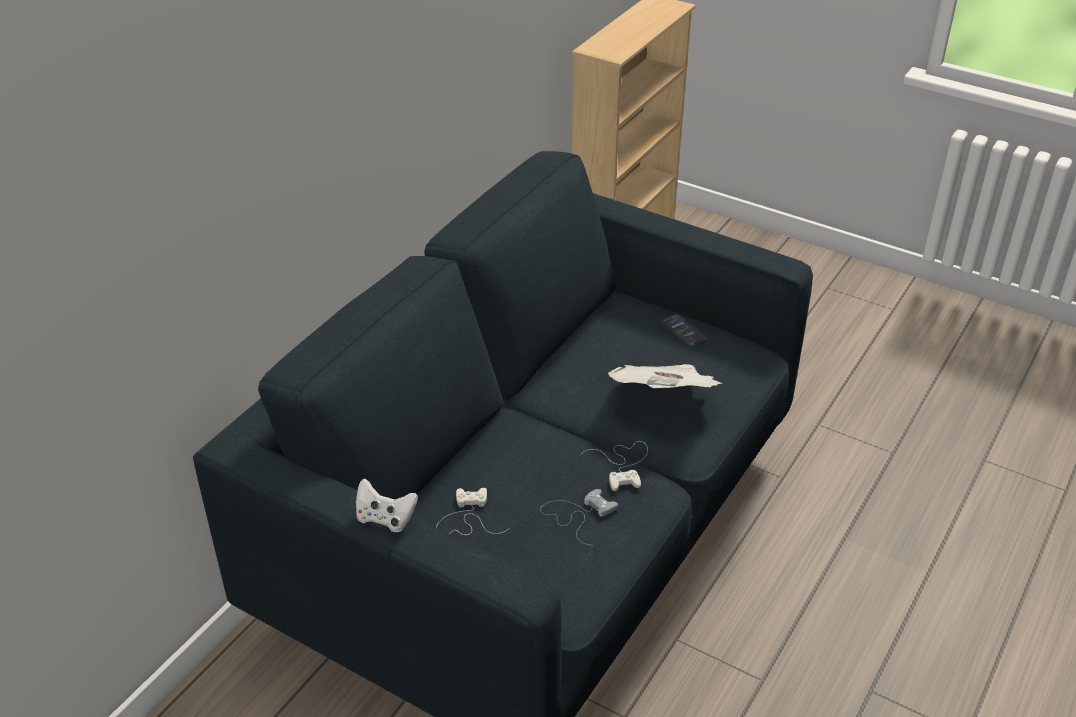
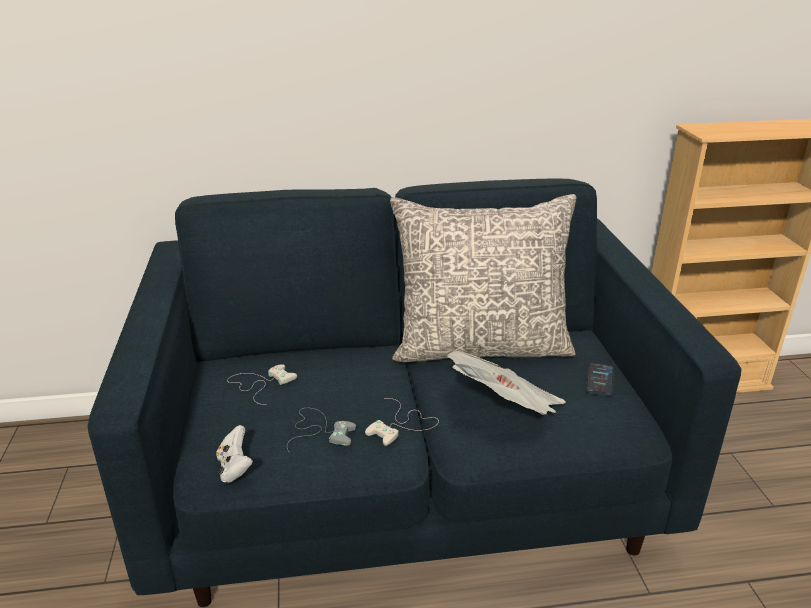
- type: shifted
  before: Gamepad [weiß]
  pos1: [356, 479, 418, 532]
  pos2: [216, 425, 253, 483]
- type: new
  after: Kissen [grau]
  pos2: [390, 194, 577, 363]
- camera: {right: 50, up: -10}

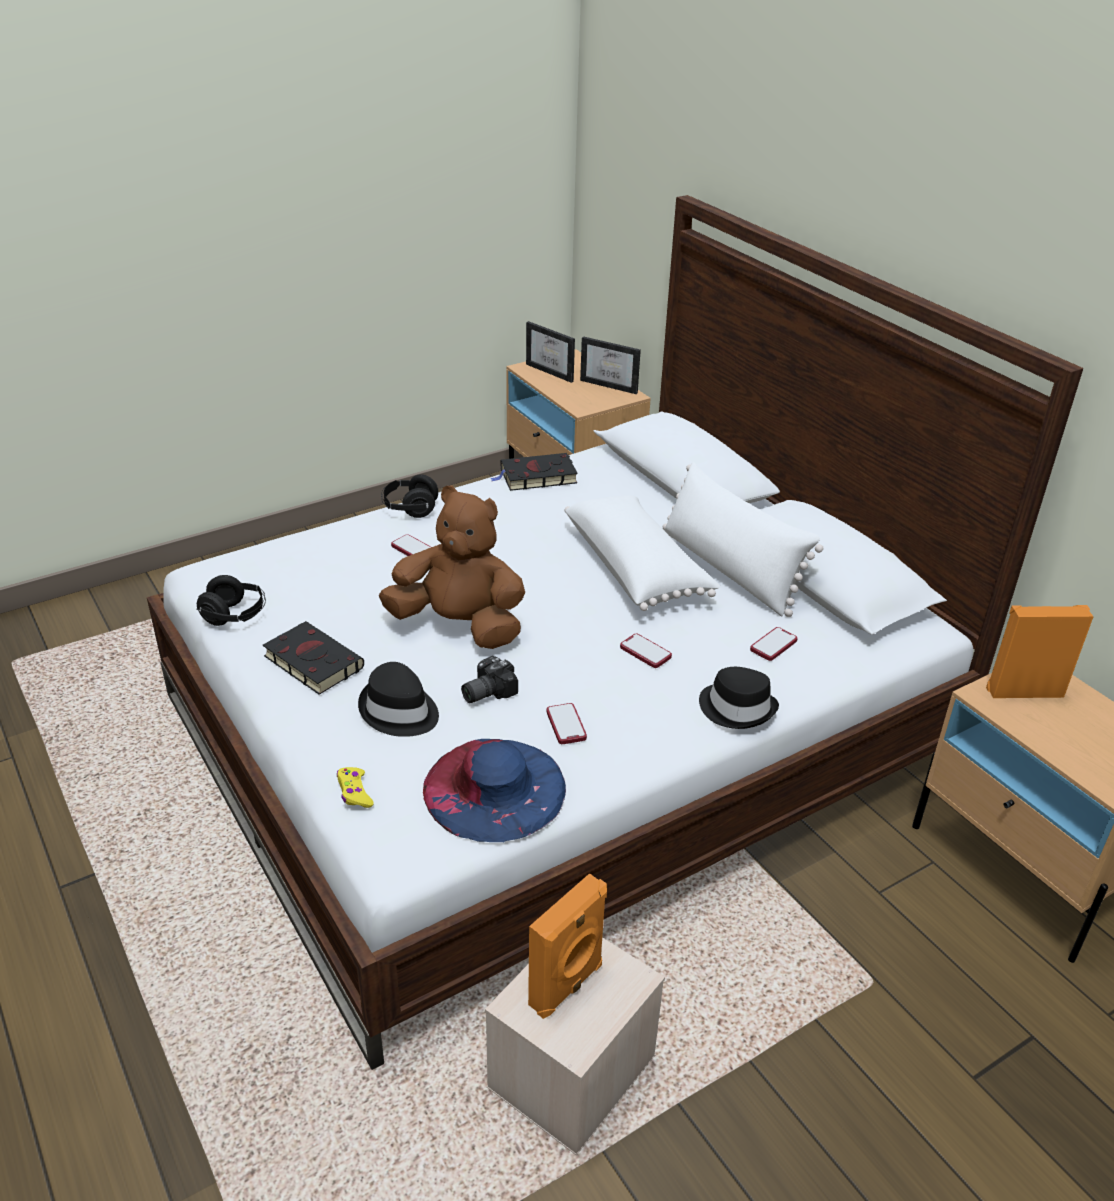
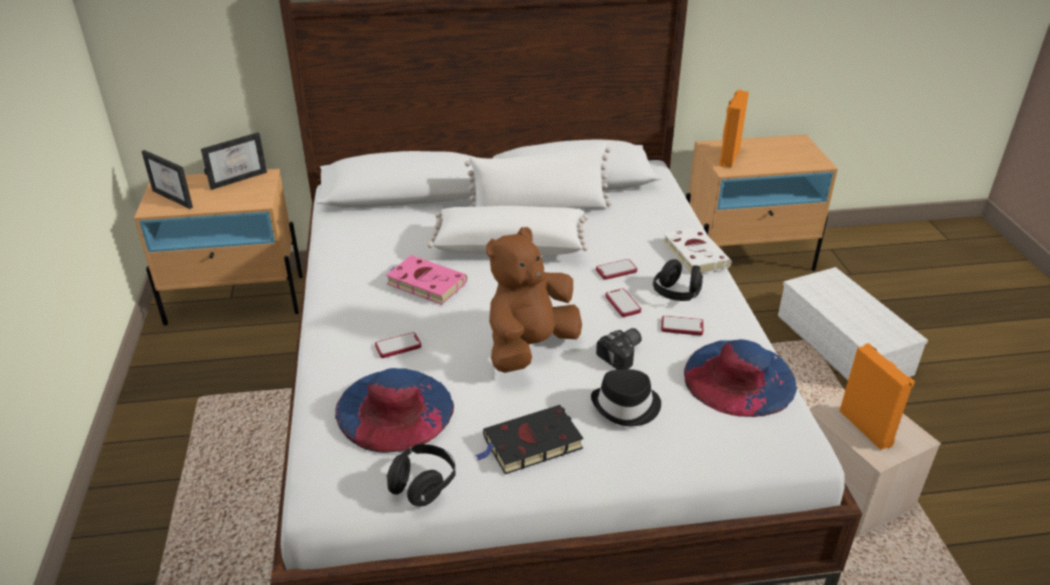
- type: rotated
  before: Bilderrahmen
  pos1: [526, 321, 575, 383]
  pos2: [141, 150, 193, 209]
  turn: 60
- type: gone
  before: Buch [schwarz]
  pos1: [490, 453, 578, 491]
- type: shifted
  before: Kopfhörer [schwarz]
  pos1: [381, 475, 438, 518]
  pos2: [653, 259, 703, 301]
- type: shifted
  before: Handy
  pos1: [750, 627, 798, 661]
  pos2: [605, 289, 641, 317]
- type: rotated
  before: Kamera
  pos1: [461, 656, 518, 703]
  pos2: [596, 328, 642, 370]
  turn: -120
- type: swapped
  before: Hut [schwarz]
  after: Buch [weiß]
  pos1: [699, 667, 779, 729]
  pos2: [663, 226, 732, 274]
- type: gone
  before: Gamepad [gelb]
  pos1: [337, 767, 374, 808]
- type: new
  after: Buch [rosa]
  pos2: [386, 255, 467, 305]
- type: new
  after: Aufbewahrungsbox [weiß]
  pos2: [778, 267, 928, 380]
- type: new
  after: Hut [blau]
  pos2: [335, 368, 454, 453]
- camera: {right: -65, up: 0}

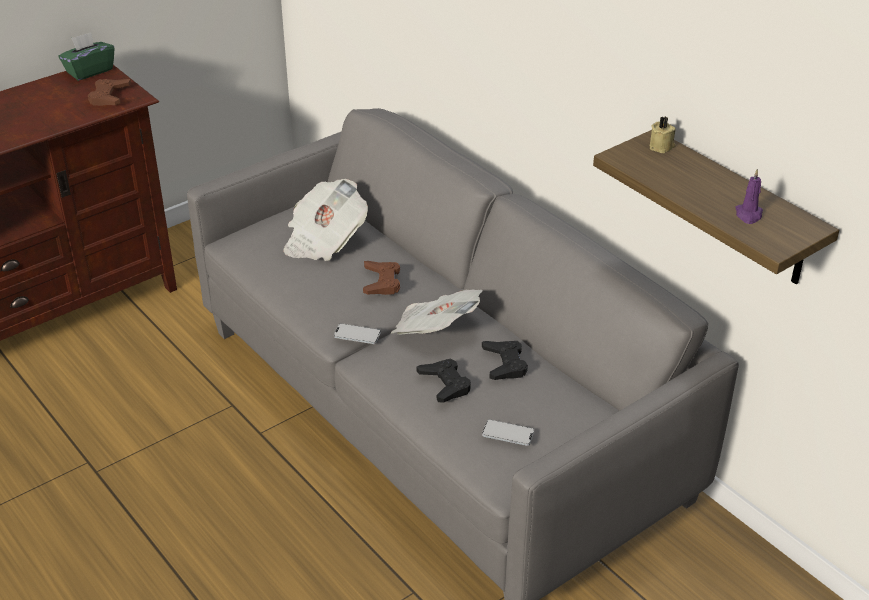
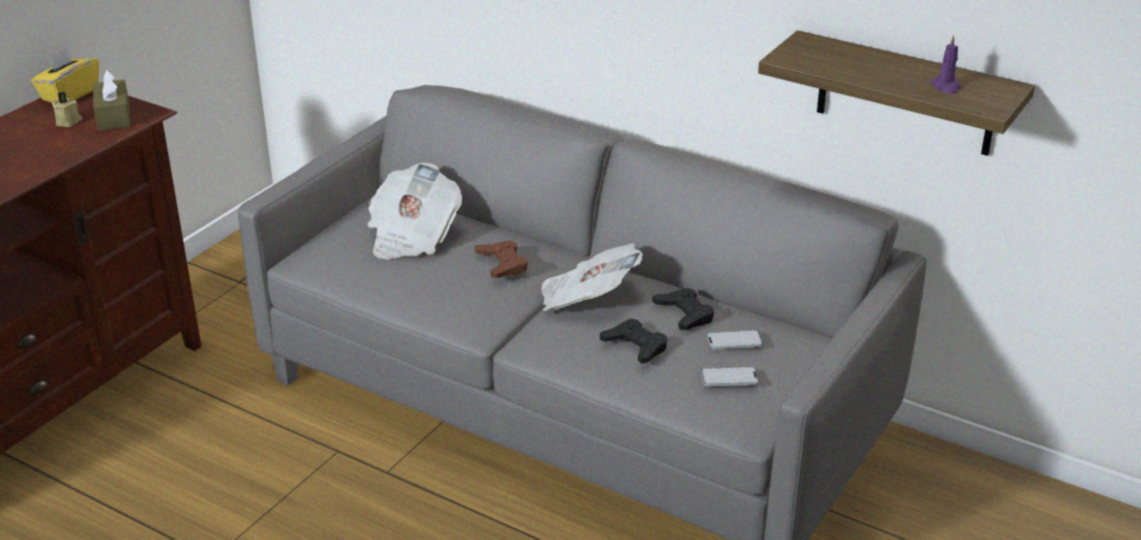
- type: repainted
  before: Taschentuchbox [grün]
  after: Taschentuchbox [gelb]
  pos1: [58, 32, 115, 81]
  pos2: [31, 46, 99, 103]
- type: swapped
  before: Gamepad [braun]
  after: Taschentuchbox [braun]
  pos1: [88, 79, 131, 106]
  pos2: [93, 70, 131, 131]
- type: shifted
  before: Kerze [beige]
  pos1: [650, 116, 676, 153]
  pos2: [52, 91, 82, 127]
- type: shifted
  before: Handy
  pos1: [334, 323, 381, 344]
  pos2: [707, 330, 763, 350]
- camera: {right: -20, up: -5}

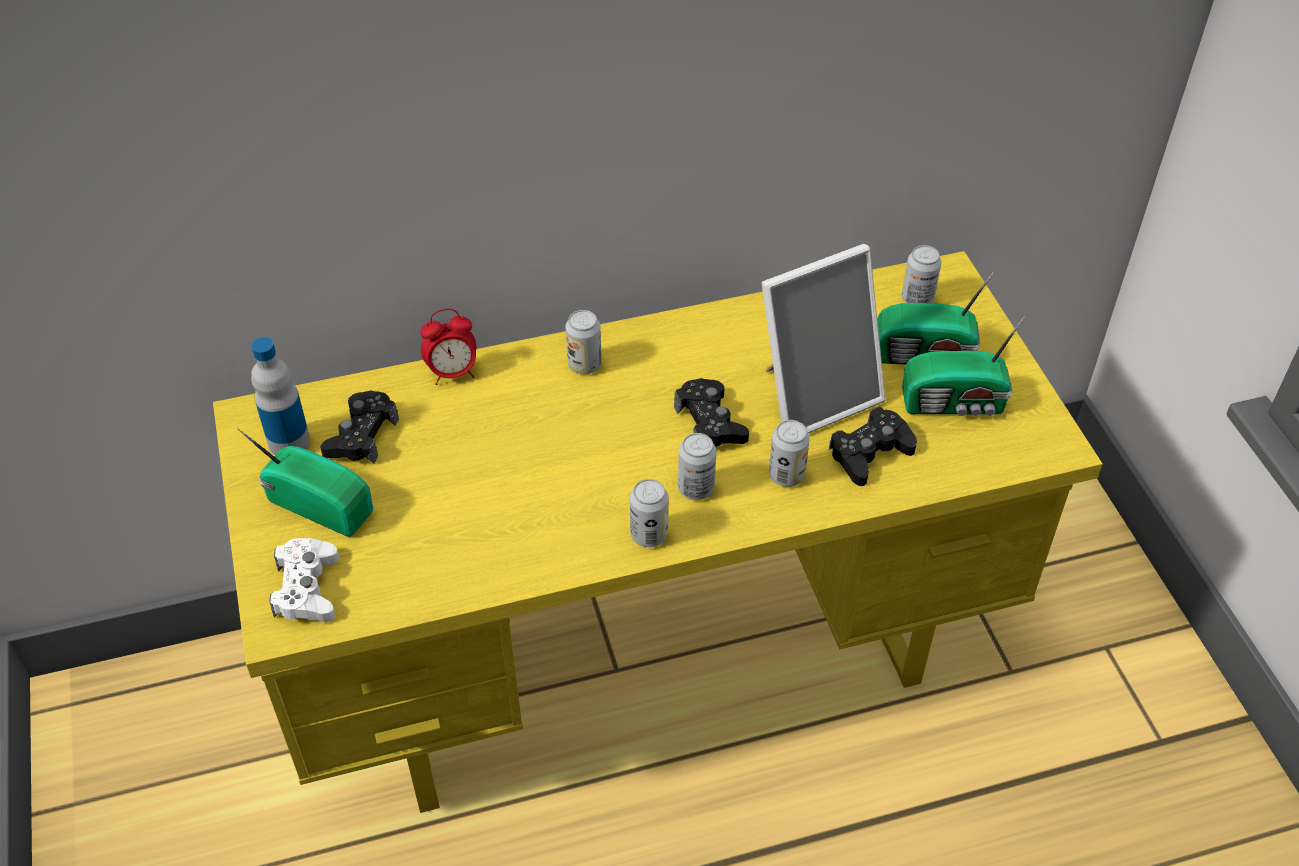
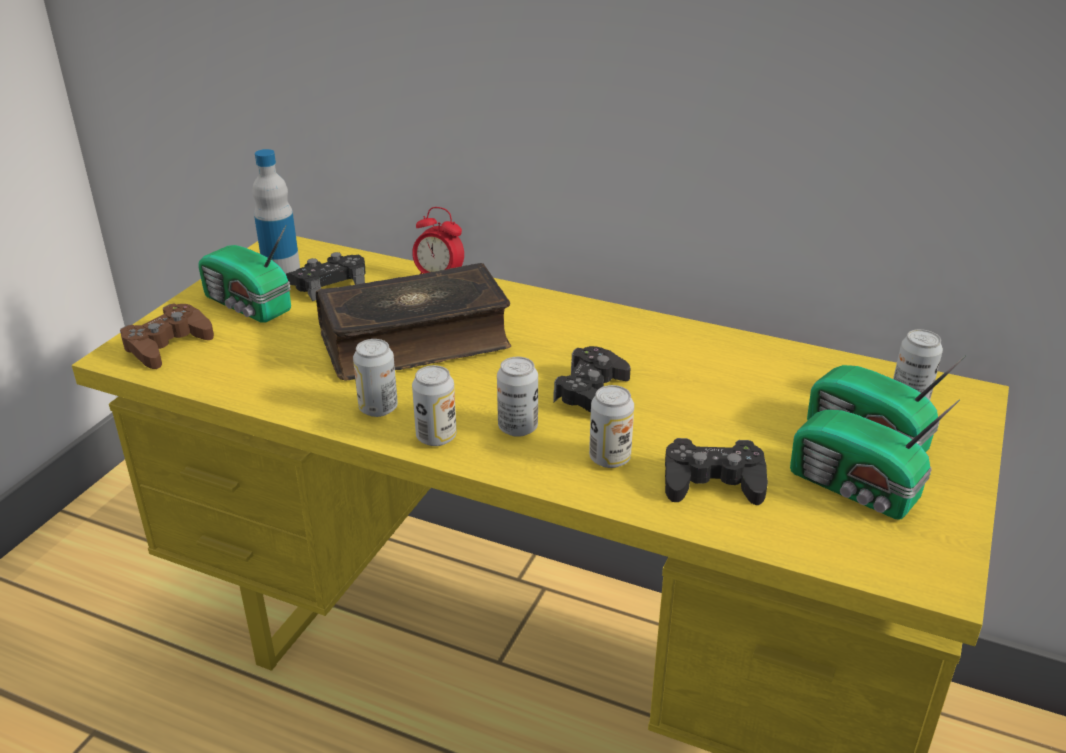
- type: gone
  before: Bilderrahmen
  pos1: [762, 244, 885, 433]
- type: shifted
  before: Dose
  pos1: [566, 310, 602, 374]
  pos2: [353, 339, 398, 417]
- type: rotated
  before: Radio
  pos1: [238, 429, 373, 537]
  pos2: [198, 225, 291, 323]
  turn: 150
- type: repainted
  before: Gamepad [weiß]
  after: Gamepad [braun]
  pos1: [269, 538, 339, 622]
  pos2: [120, 303, 214, 369]
- type: new
  after: Buch
  pos2: [316, 263, 511, 380]
- camera: {right: 40, up: -15}

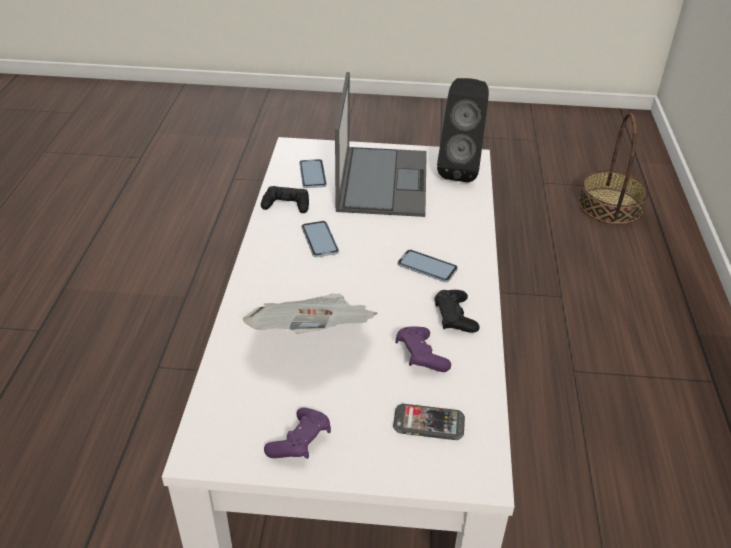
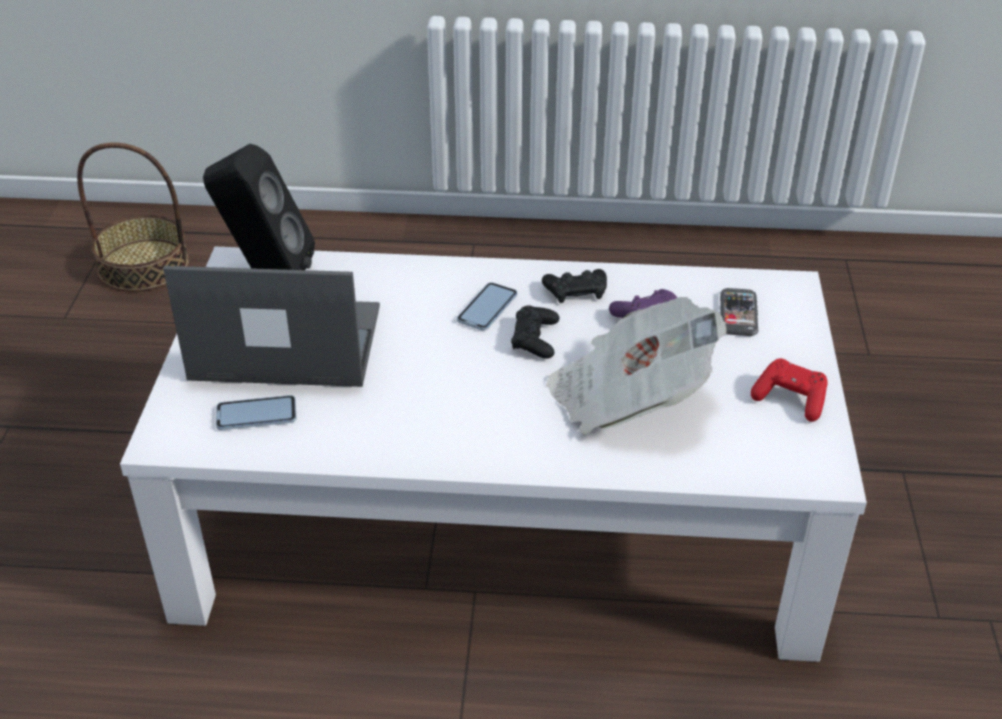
- type: shifted
  before: Gamepad [schwarz]
  pos1: [261, 186, 309, 213]
  pos2: [511, 306, 560, 359]
- type: gone
  before: Handy
  pos1: [302, 221, 339, 257]
- type: repainted
  before: Gamepad [lila]
  after: Gamepad [rot]
  pos1: [264, 407, 331, 459]
  pos2: [751, 358, 827, 422]
- camera: {right: -90, up: 0}

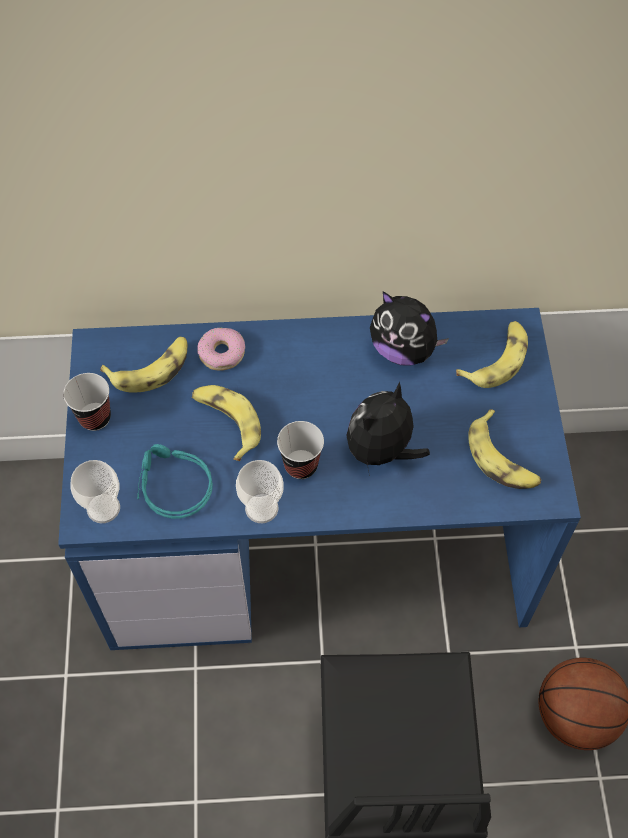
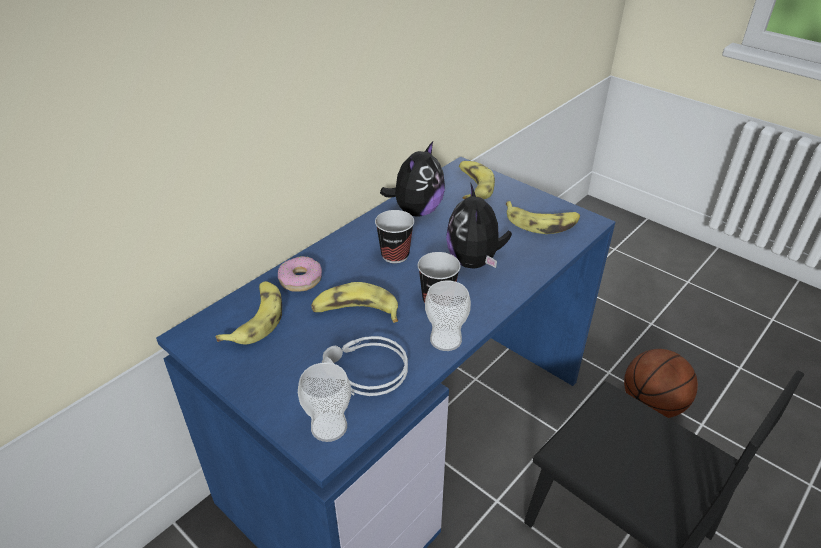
- type: rotated
  before: Plüschtier
  pos1: [370, 291, 449, 366]
  pos2: [380, 141, 445, 217]
  turn: -45
- type: shifted
  before: Tasse
  pos1: [63, 373, 111, 431]
  pos2: [375, 210, 414, 264]
- type: repainted
  before: Kopfhörer [türkis]
  after: Kopfhörer [grau]
  pos1: [137, 444, 213, 519]
  pos2: [322, 336, 408, 396]
- camera: {right: -45, up: -20}

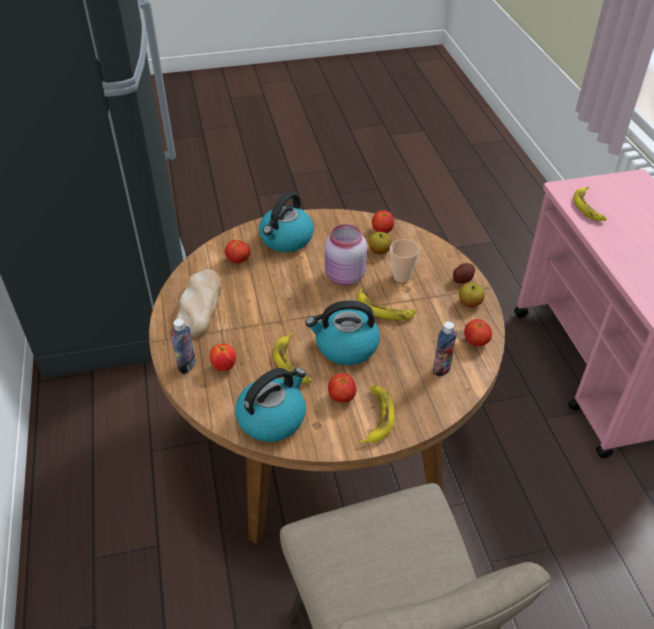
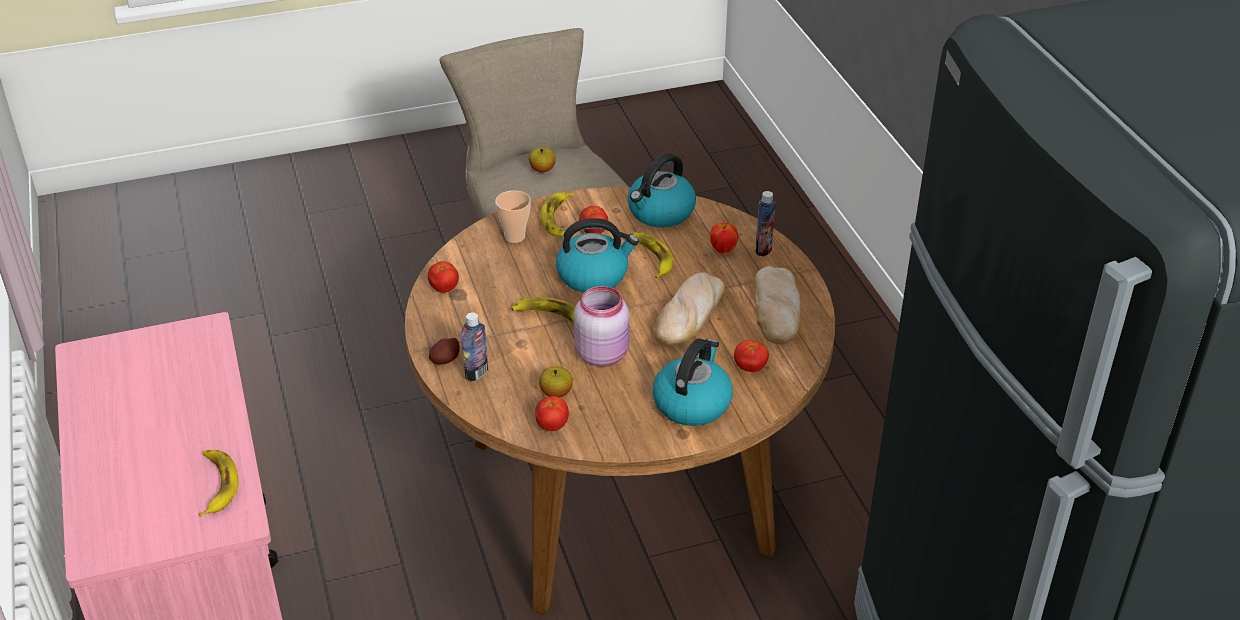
- type: shifted
  before: Tasse
  pos1: [390, 239, 420, 283]
  pos2: [495, 190, 531, 243]
- type: shifted
  before: Apfel
  pos1: [459, 283, 485, 307]
  pos2: [529, 147, 556, 172]
- type: shifted
  before: Flasche
  pos1: [433, 321, 457, 377]
  pos2: [462, 312, 488, 382]
- type: new
  after: Brot
  pos2: [654, 273, 726, 347]
- camera: {right: 175, up: -5}

